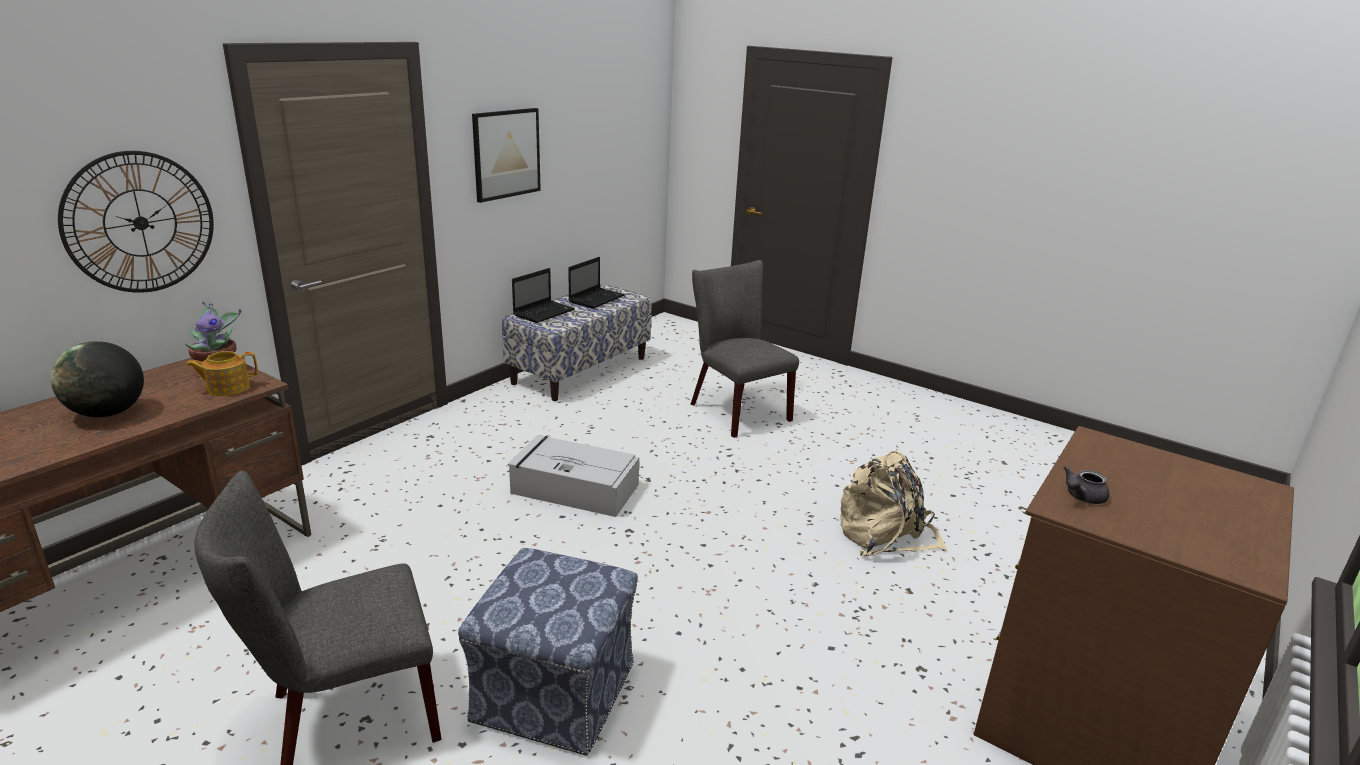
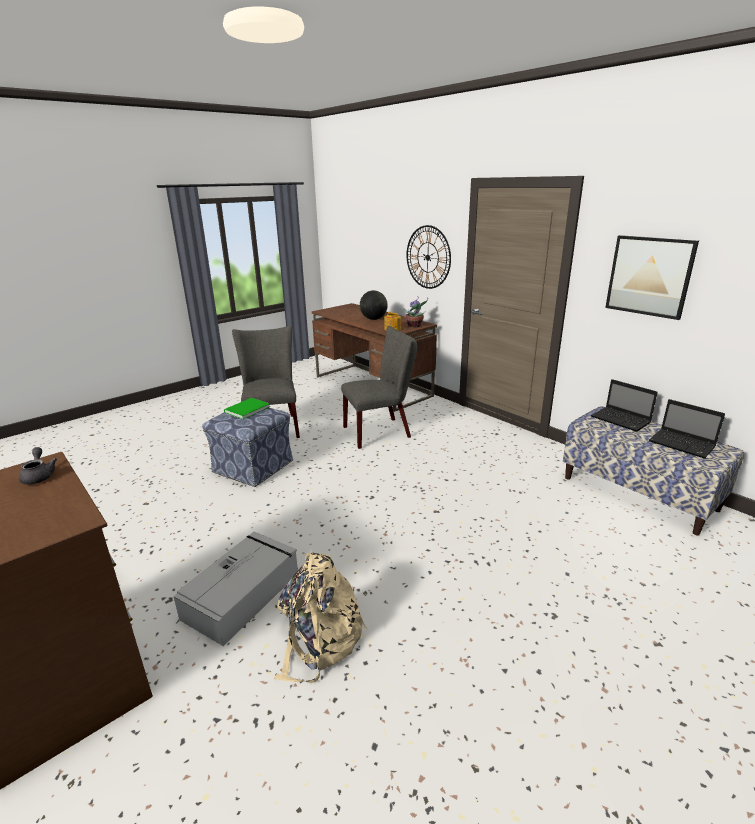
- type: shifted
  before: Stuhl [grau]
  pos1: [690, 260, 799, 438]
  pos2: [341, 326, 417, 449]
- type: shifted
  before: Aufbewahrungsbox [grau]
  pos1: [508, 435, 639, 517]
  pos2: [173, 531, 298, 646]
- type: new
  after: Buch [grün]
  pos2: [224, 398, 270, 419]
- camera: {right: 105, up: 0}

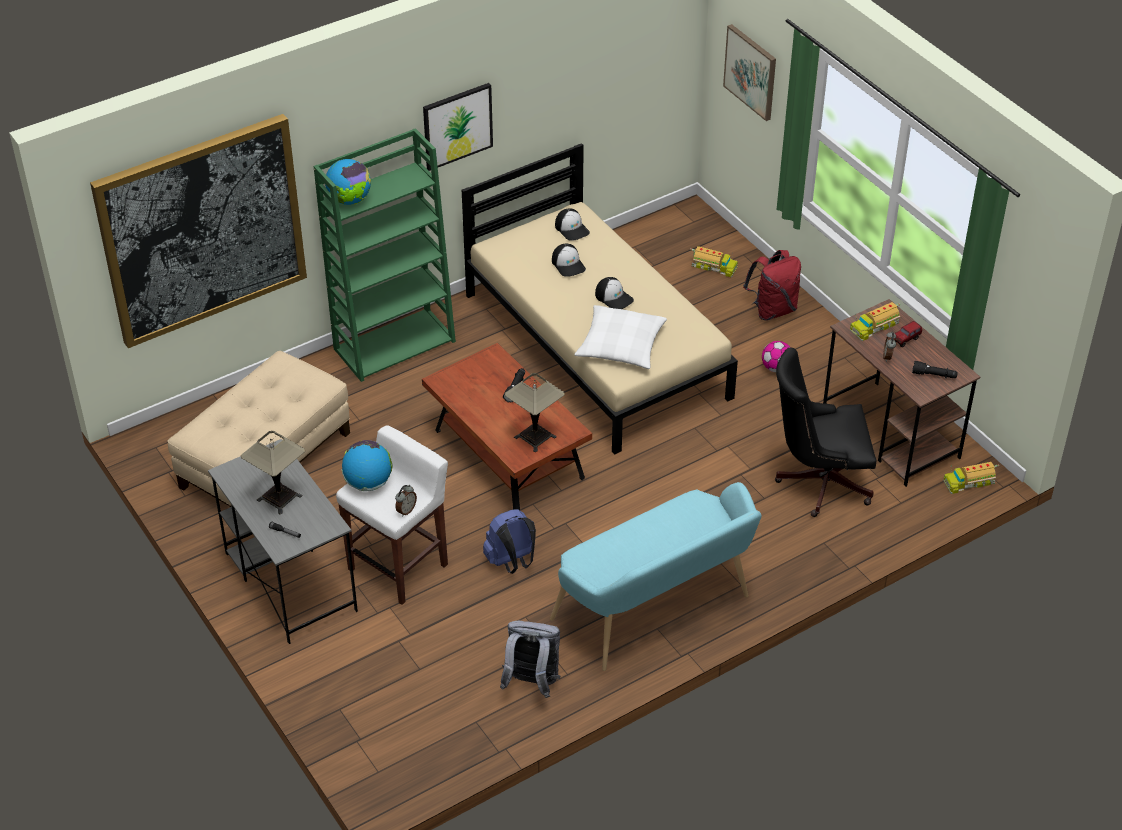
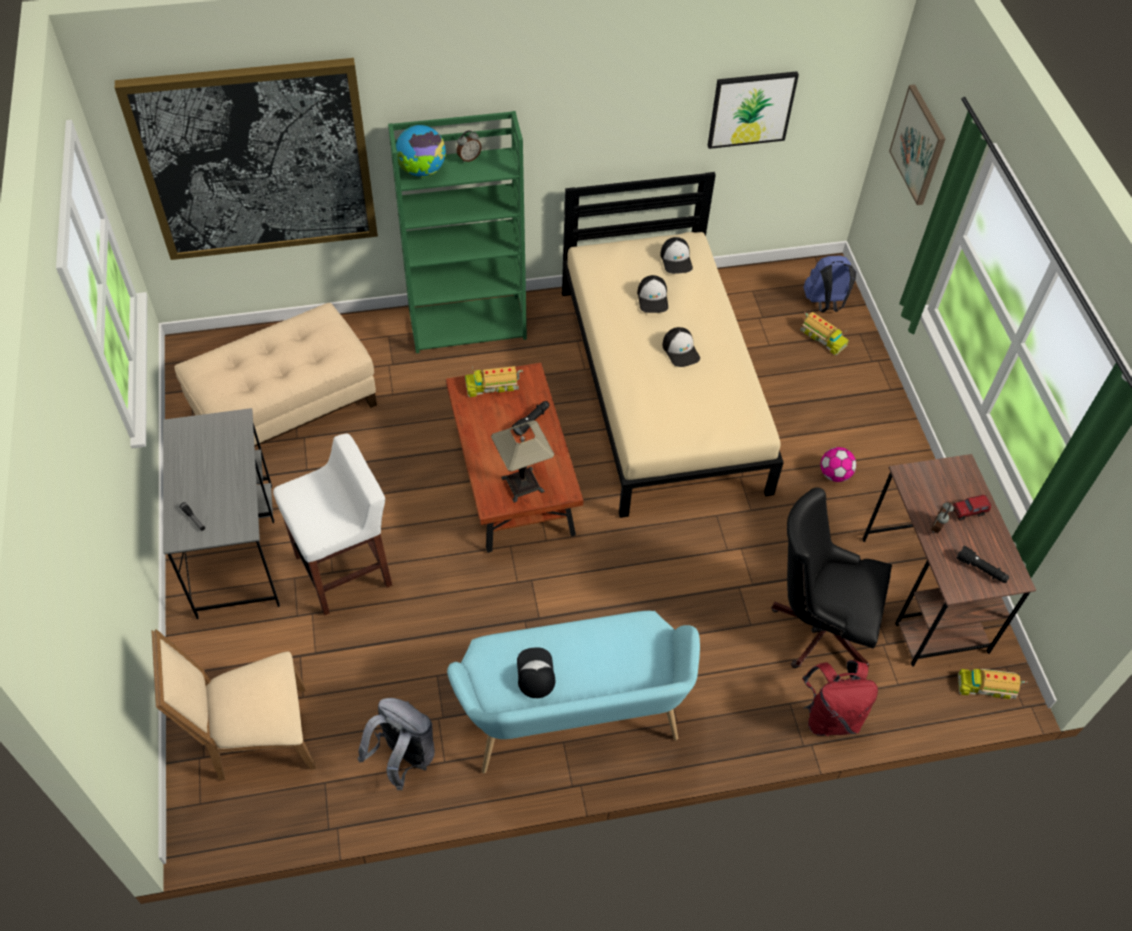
- type: shifted
  before: Bild
  pos1: [423, 83, 493, 171]
  pos2: [708, 71, 799, 149]
- type: shifted
  before: Rucksack [rot]
  pos1: [743, 250, 801, 320]
  pos2: [802, 660, 878, 736]
- type: shifted
  before: Spielzeuglaster
  pos1: [850, 302, 901, 341]
  pos2: [465, 366, 523, 397]
- type: gone
  before: Kissen [weiß]
  pos1: [574, 305, 667, 369]
- type: gone
  before: Tischlampe
  pos1: [241, 431, 305, 515]
- type: gone
  before: Globus
  pos1: [342, 440, 392, 491]
- type: shifted
  before: Wecker
  pos1: [395, 485, 417, 516]
  pos2: [457, 130, 481, 162]
- type: shifted
  before: Rucksack [blau]
  pos1: [483, 509, 536, 574]
  pos2: [803, 255, 856, 313]
- type: new
  after: Stuhl [beige]
  pos2: [151, 629, 316, 781]
- type: new
  after: Kappe
  pos2: [517, 648, 555, 698]
- camera: {right: 20, up: 10}

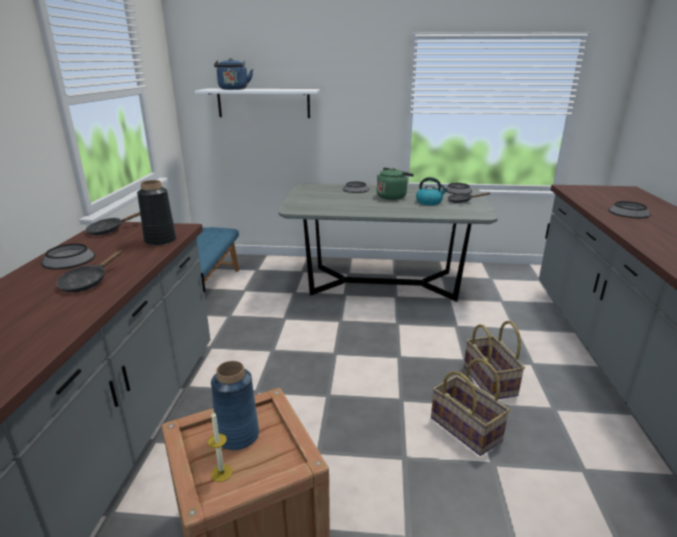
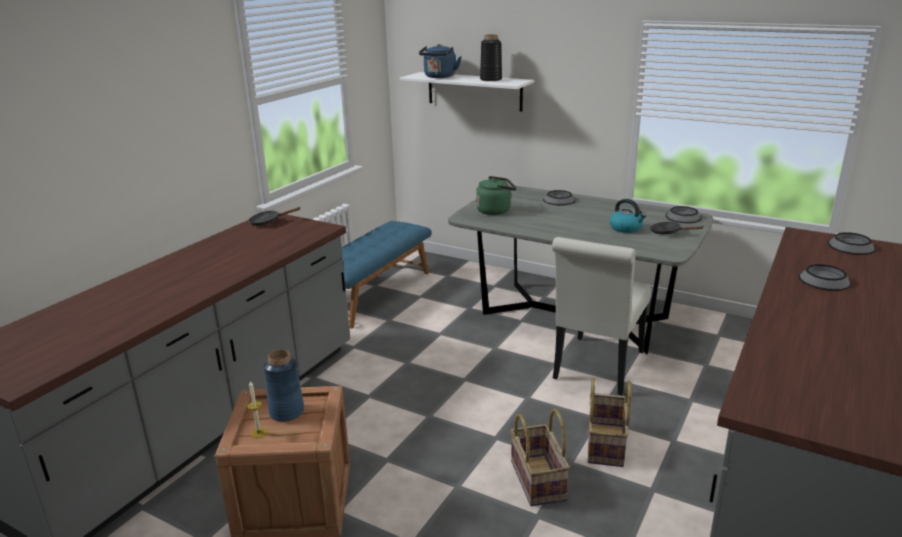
- type: shifted
  before: Wasserkessel [grün]
  pos1: [377, 168, 414, 200]
  pos2: [476, 176, 517, 215]
- type: shifted
  before: Vase [schwarz]
  pos1: [137, 180, 176, 245]
  pos2: [480, 34, 502, 81]
- type: shifted
  before: Schüssel
  pos1: [41, 244, 95, 269]
  pos2: [828, 232, 876, 255]
- type: gone
  before: Pfanne [schwarz]
  pos1: [57, 250, 123, 292]
- type: new
  after: Stuhl [weiß]
  pos2: [552, 237, 651, 395]
- camera: {right: 25, up: 0}

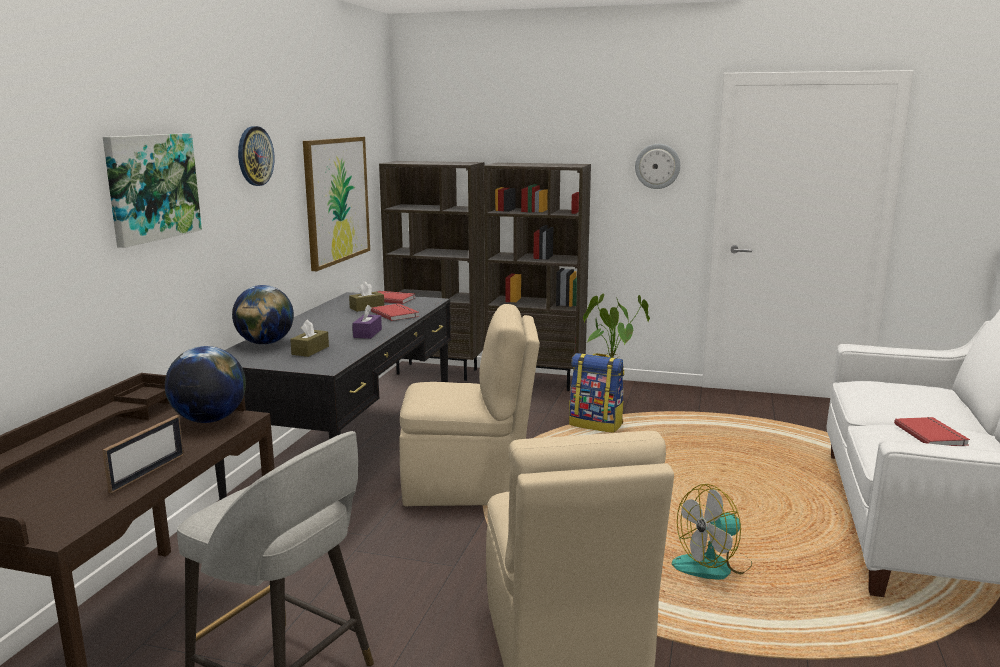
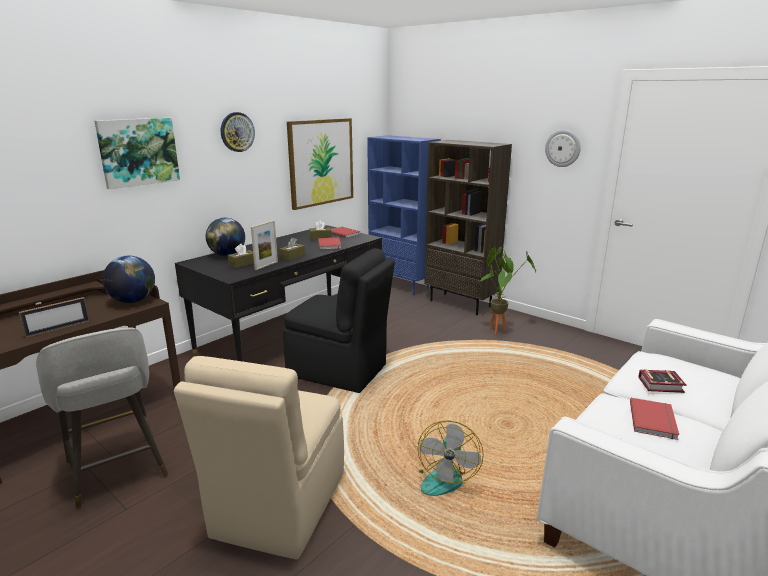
- type: repainted
  before: Bücherregal [braun]
  after: Bücherregal [blau]
  pos1: [379, 161, 485, 381]
  pos2: [367, 135, 441, 295]
- type: repainted
  before: Stuhl [beige]
  after: Stuhl [schwarz]
  pos1: [400, 304, 540, 506]
  pos2: [283, 248, 395, 393]
- type: repainted
  before: Taschentuchbox [lila]
  after: Taschentuchbox [braun]
  pos1: [352, 305, 382, 339]
  pos2: [279, 237, 305, 261]
- type: gone
  before: Rucksack
  pos1: [569, 353, 624, 433]
- type: rotated
  before: Ventilator
  pos1: [672, 484, 752, 580]
  pos2: [417, 420, 484, 496]
  turn: -75
- type: new
  after: Bilderrahmen
  pos2: [251, 220, 278, 270]
- type: new
  after: Buch
  pos2: [638, 369, 686, 393]
- camera: {right: 25, up: 5}

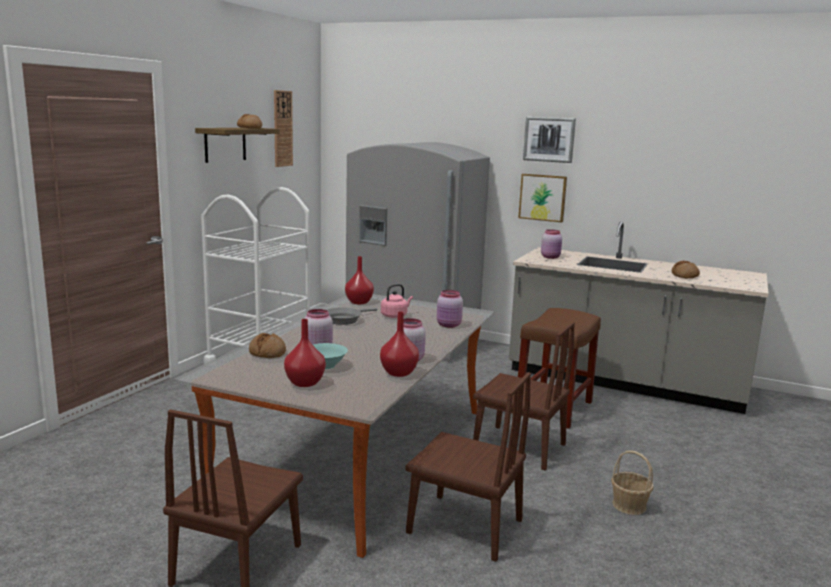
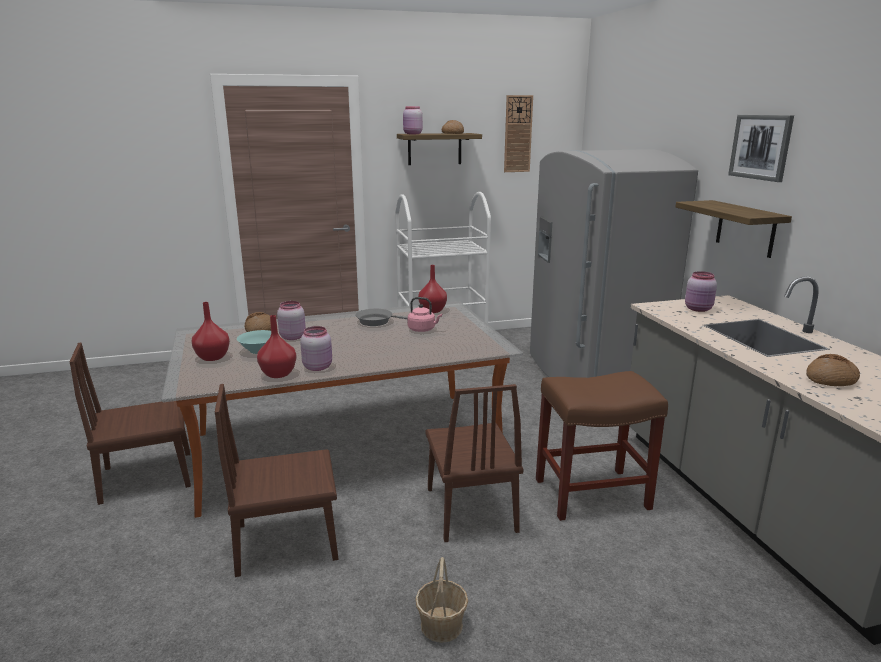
- type: swapped
  before: Bild
  after: Wandregal
  pos1: [518, 174, 567, 222]
  pos2: [676, 200, 792, 258]
- type: shifted
  before: Vorratsglas [rosa]
  pos1: [437, 290, 463, 328]
  pos2: [403, 106, 423, 134]
- type: rotated
  before: Stuhl [braun]
  pos1: [405, 372, 531, 562]
  pos2: [215, 384, 338, 577]
  turn: 90
- camera: {right: 50, up: 5}

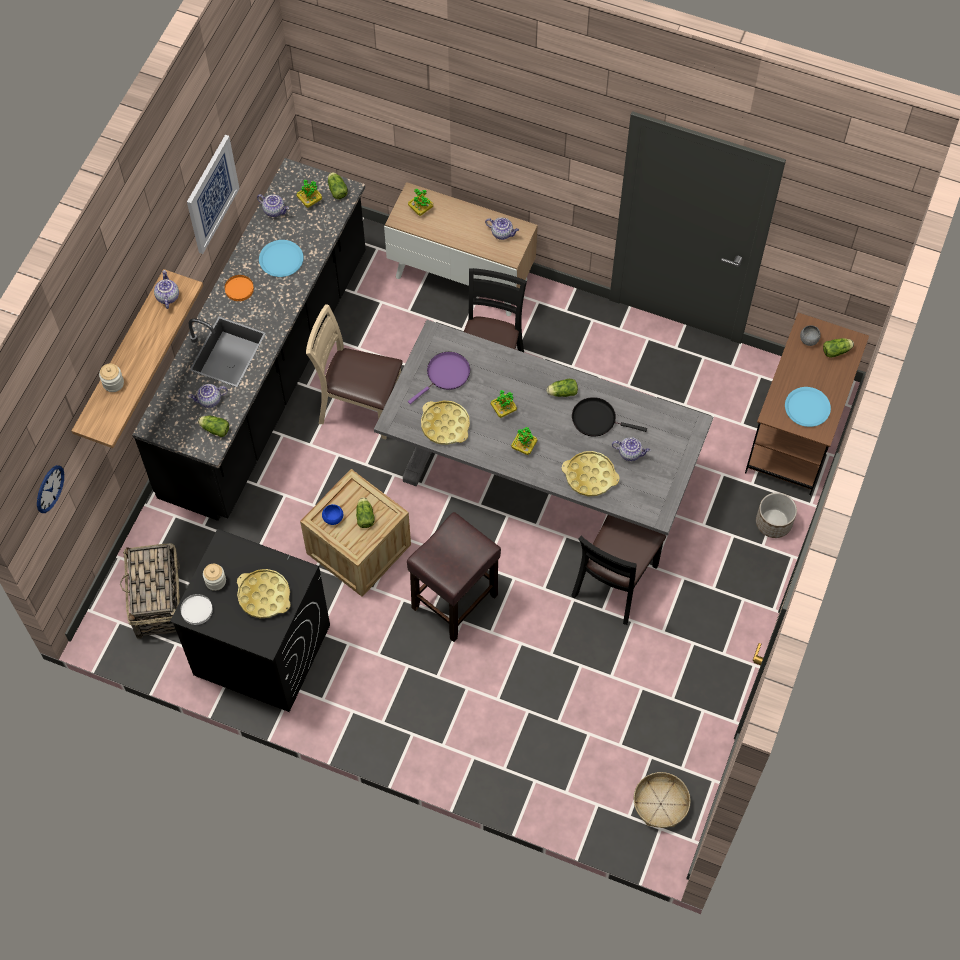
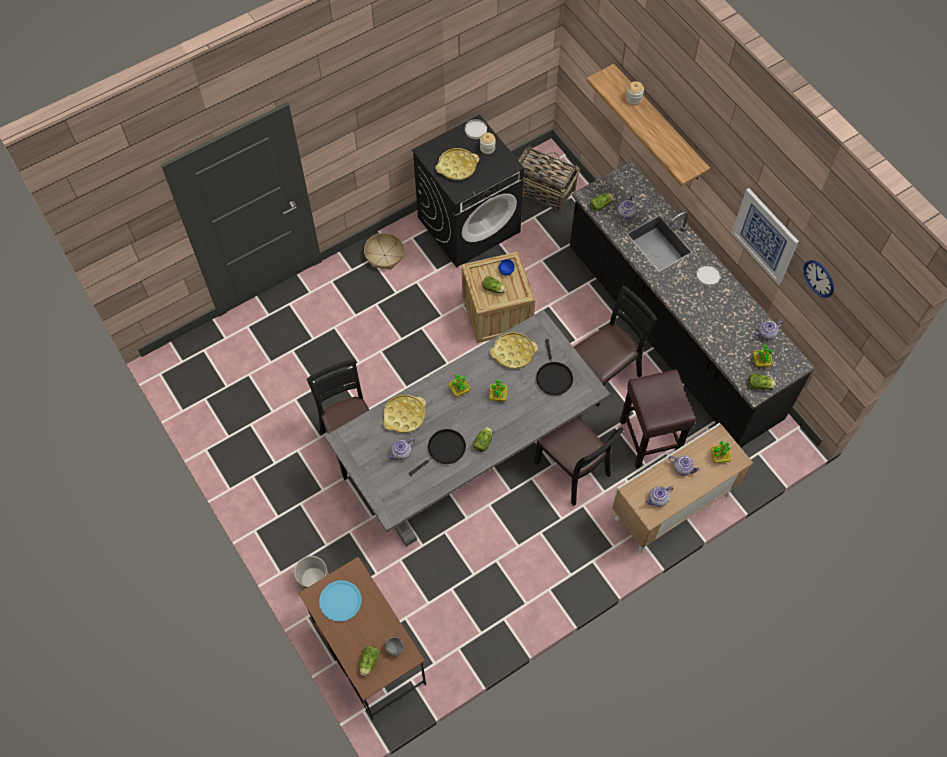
- type: gone
  before: Teller [blau]
  pos1: [259, 240, 303, 277]
- type: shifted
  before: Teekanne
  pos1: [154, 270, 179, 309]
  pos2: [669, 455, 701, 476]
- type: repainted
  before: Teller [orange]
  after: Teller [weiß]
  pos1: [225, 275, 254, 301]
  pos2: [696, 264, 721, 286]
- type: repainted
  before: Stuhl [beige]
  after: Stuhl [schwarz]
  pos1: [306, 304, 403, 439]
  pos2: [574, 285, 657, 406]
- type: repainted
  before: Pfanne [lila]
  after: Pfanne [schwarz]
  pos1: [408, 352, 470, 404]
  pos2: [536, 339, 573, 395]
- type: shifted
  before: Wanduhr
  pos1: [37, 465, 64, 513]
  pos2: [803, 260, 834, 298]
- type: shifted
  before: Hocker [braun]
  pos1: [407, 512, 501, 642]
  pos2: [620, 369, 696, 469]
- type: shifted
  before: Korb
  pos1: [633, 772, 691, 828]
  pos2: [364, 233, 404, 270]
- camera: {right: 125, up: 0}

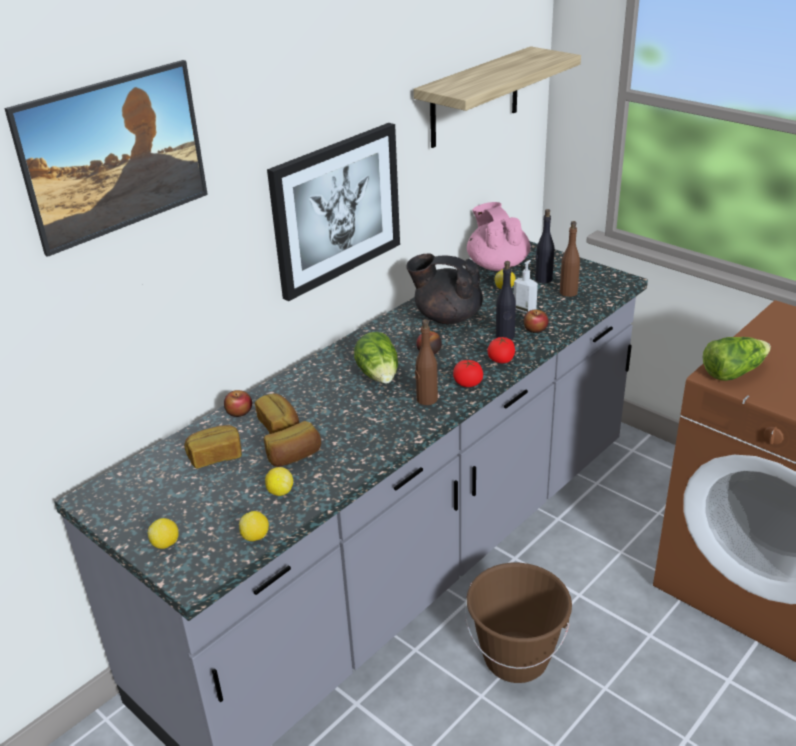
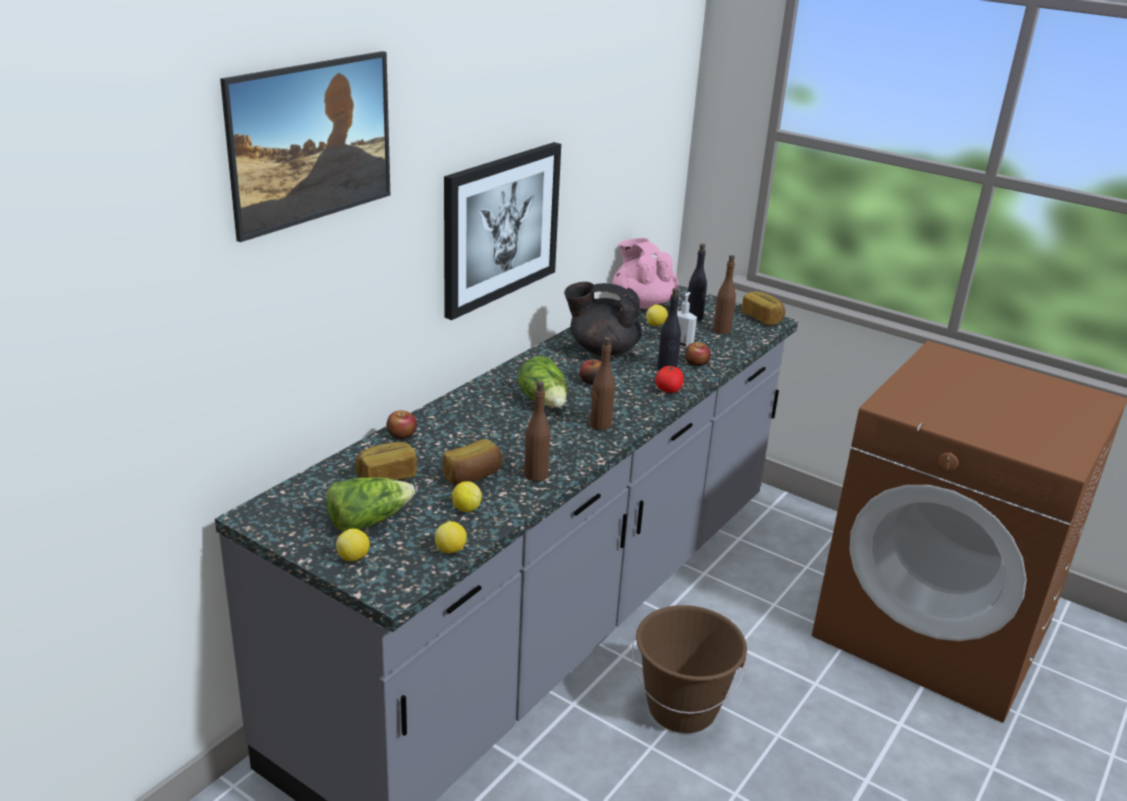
- type: gone
  before: Wandregal
  pos1: [413, 46, 581, 148]
- type: shifted
  before: Salatkopf
  pos1: [702, 337, 771, 381]
  pos2: [327, 477, 415, 531]
- type: gone
  before: Tomate
  pos1: [453, 360, 483, 387]
- type: shifted
  before: Brot
  pos1: [255, 394, 299, 434]
  pos2: [742, 291, 785, 325]
- type: new
  after: Flasche [braun]
  pos2: [524, 381, 550, 481]
- camera: {right: -10, up: -5}

